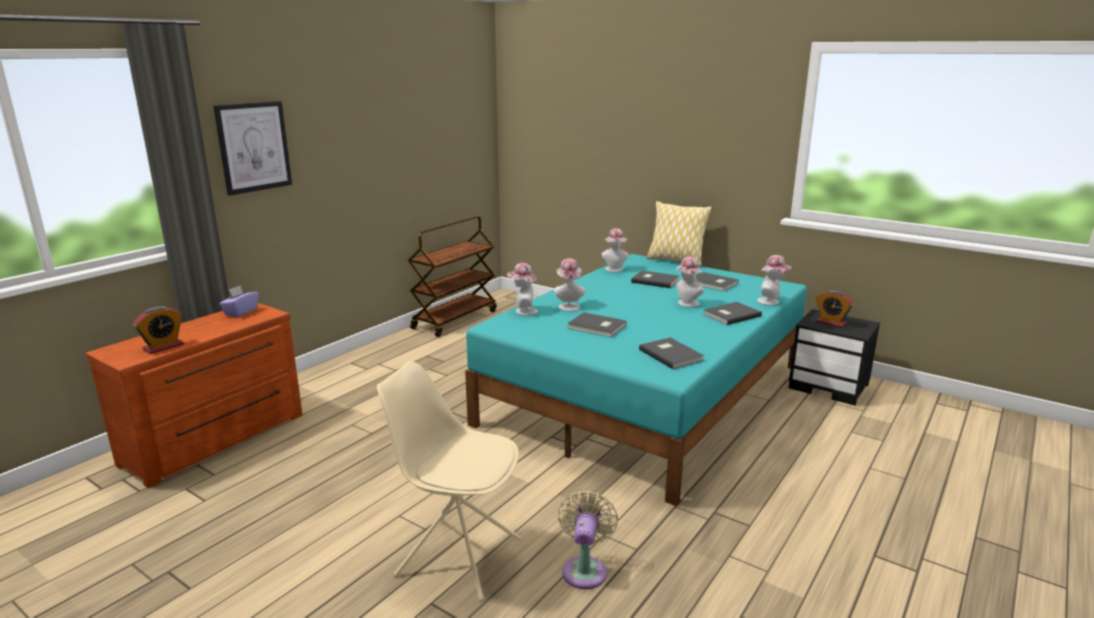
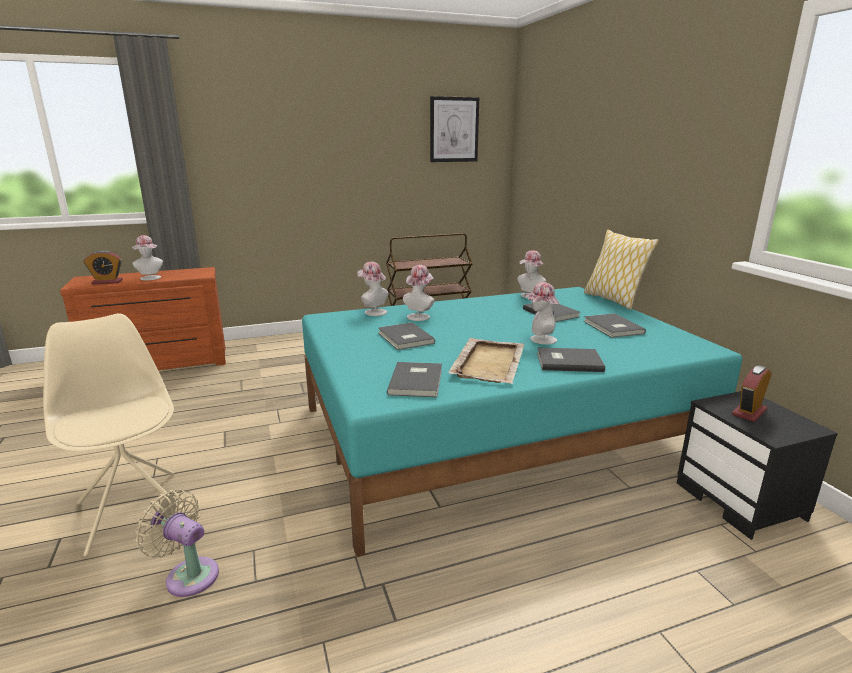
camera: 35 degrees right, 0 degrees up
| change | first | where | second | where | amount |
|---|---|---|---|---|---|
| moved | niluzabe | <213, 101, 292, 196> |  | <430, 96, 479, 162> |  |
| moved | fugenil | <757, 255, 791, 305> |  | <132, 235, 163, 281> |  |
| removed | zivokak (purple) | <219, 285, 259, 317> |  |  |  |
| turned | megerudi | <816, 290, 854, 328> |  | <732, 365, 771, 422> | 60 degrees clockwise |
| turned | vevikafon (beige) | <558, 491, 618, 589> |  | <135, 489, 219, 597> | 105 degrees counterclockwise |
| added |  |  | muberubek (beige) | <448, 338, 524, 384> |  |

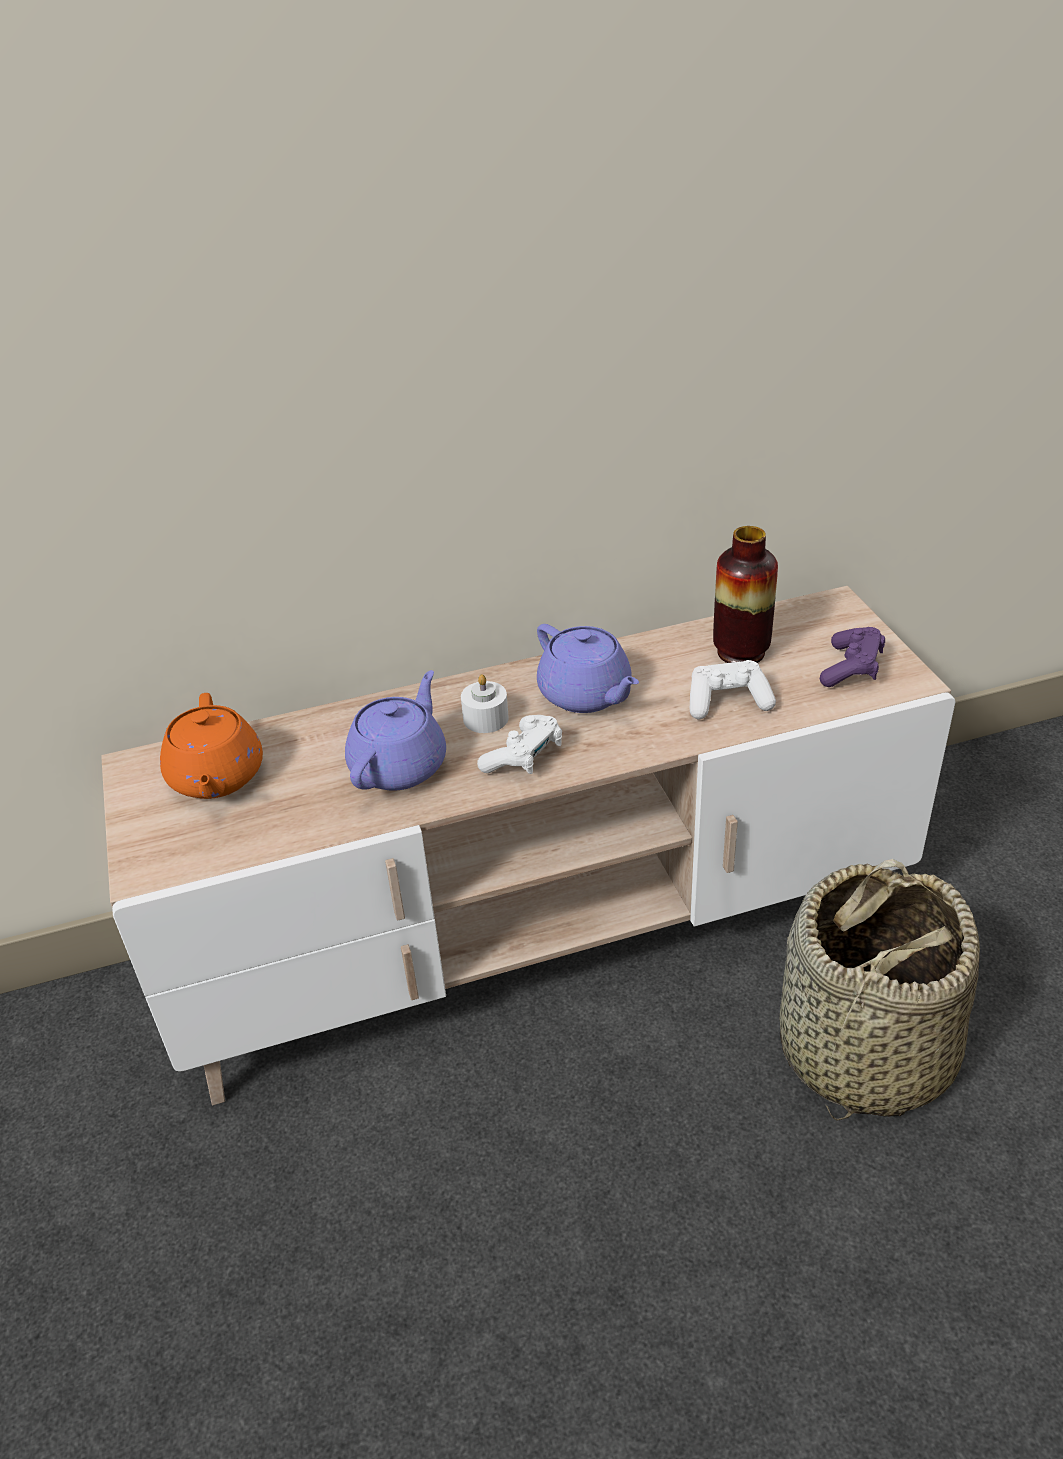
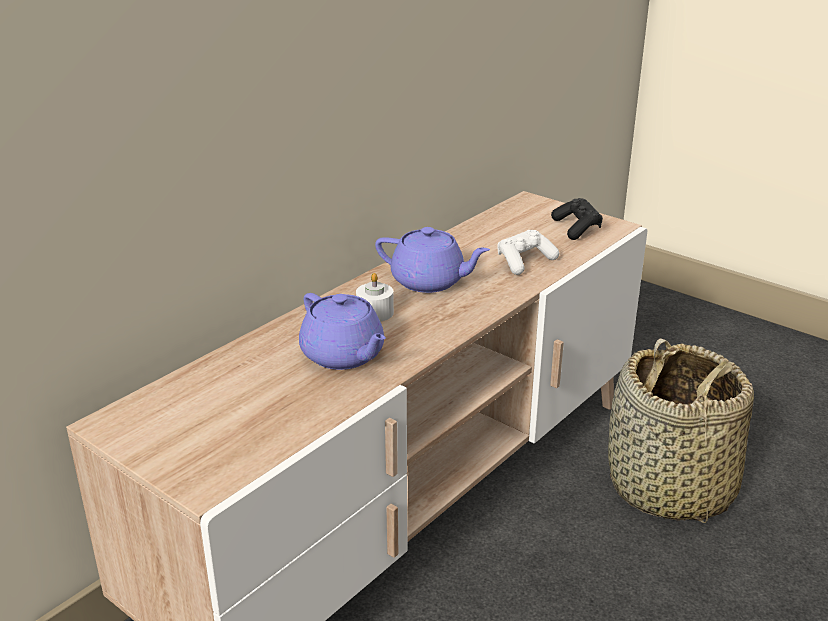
camera: 35 degrees left, 10 degrees down
| change | first | where | second | where | amount |
|---|---|---|---|---|---|
| removed | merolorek | <713, 526, 778, 663> |  |  |  |
| recoloured | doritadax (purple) | <820, 627, 885, 687> | doritadax (black) | <551, 198, 603, 240> |  |
| turned | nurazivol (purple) | <345, 670, 446, 791> |  | <299, 293, 386, 370> | 150 degrees clockwise |
| removed | nurazivol (orange) | <160, 693, 263, 799> |  |  |  |
| removed | doritadax (white) | <477, 715, 562, 774> |  |  |  |

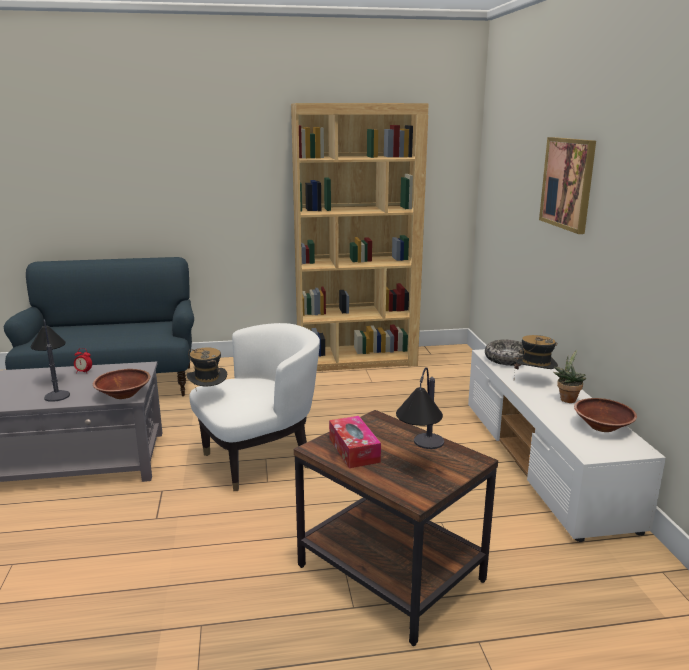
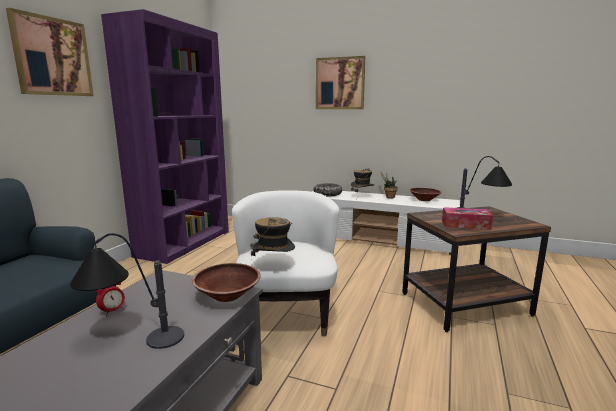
camera: 60 degrees left, 5 degrees down
| change | first | where | second | where | amount |
|---|---|---|---|---|---|
| recoloured | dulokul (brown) | <291, 103, 429, 371> | dulokul (purple) | <101, 9, 229, 264> |  |
| added |  |  | niluzabe | <6, 8, 94, 96> |  |

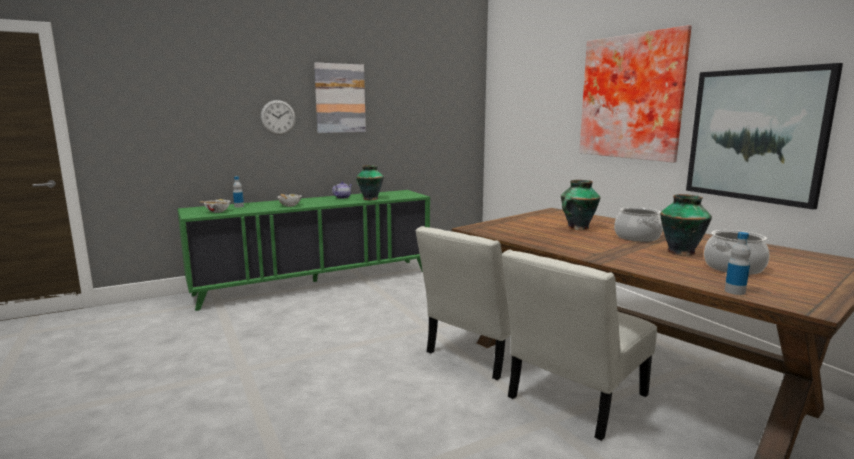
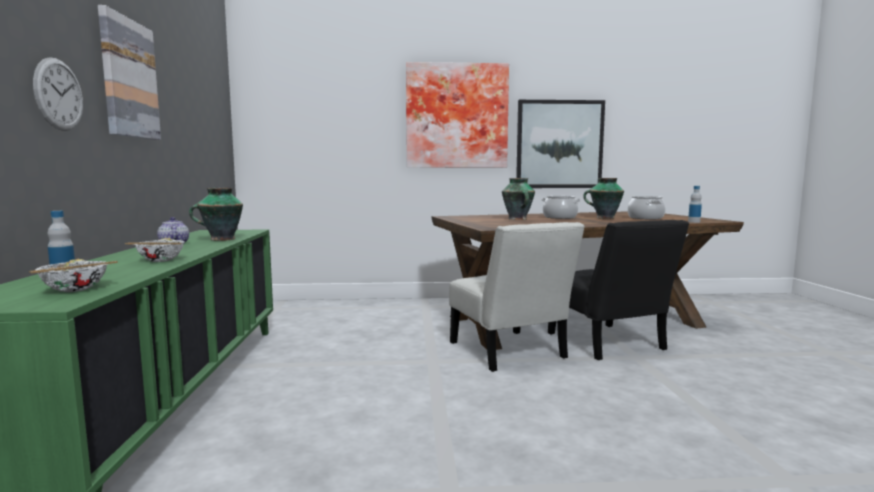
camera: 65 degrees left, 5 degrees down
| change | first | where | second | where | amount |
|---|---|---|---|---|---|
| recoloured | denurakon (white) | <502, 250, 657, 441> | denurakon (black) | <548, 220, 689, 360> |  |

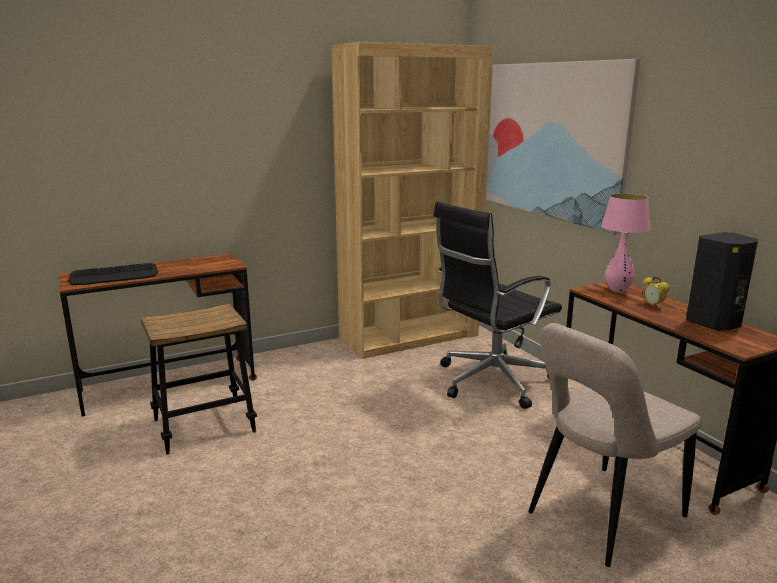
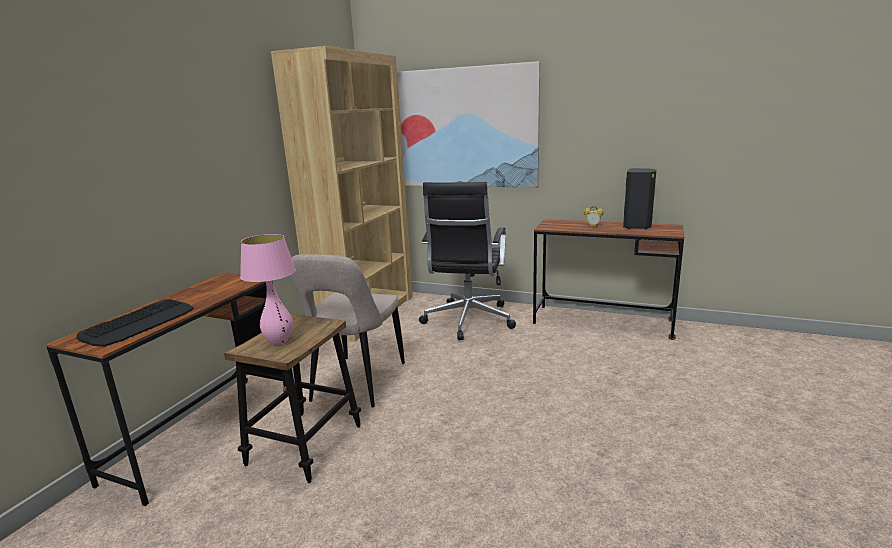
camera: 40 degrees left, 0 degrees up
| change | first | where | second | where | amount |
|---|---|---|---|---|---|
| moved | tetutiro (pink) | <601, 193, 651, 293> |  | <240, 234, 296, 345> |  |
| moved | denurakon (beige) | <528, 323, 701, 567> |  | <290, 254, 405, 407> |  |

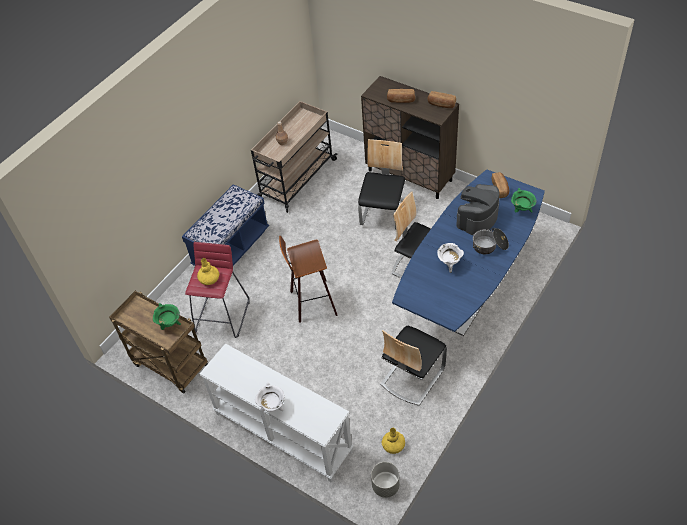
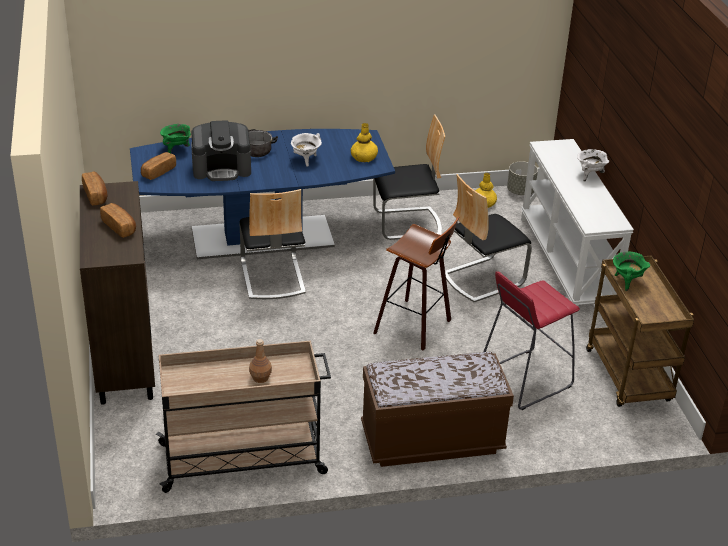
camera: 140 degrees left, 15 degrees down
| change | first | where | second | where | amount |
|---|---|---|---|---|---|
| moved | denurakon | <358, 139, 405, 230> |  | <445, 174, 532, 302> |  |
| recoloured | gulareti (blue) | <182, 184, 269, 266> | gulareti (brown) | <361, 352, 514, 467> |  |
| moved | merolorek (yellow) | <197, 258, 219, 285> |  | <351, 123, 378, 163> |  |

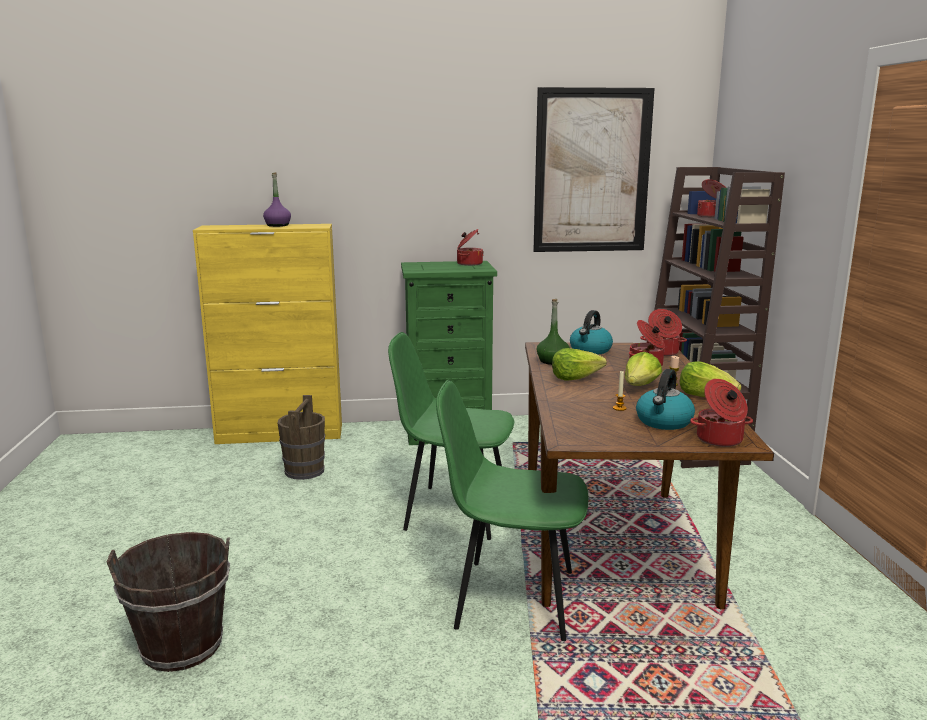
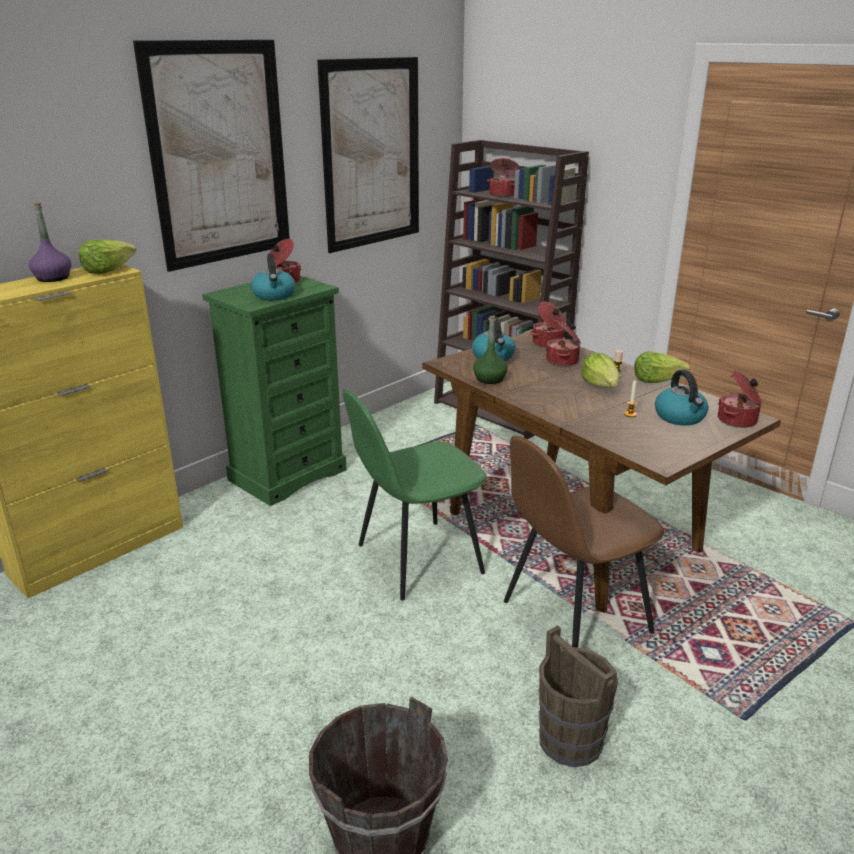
camera: 40 degrees left, 10 degrees up
| change | first | where | second | where | amount |
|---|---|---|---|---|---|
| moved | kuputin | <552, 348, 607, 381> |  | <79, 239, 136, 274> |  |
| recoloured | denurakon (green) | <436, 380, 588, 641> | denurakon (brown) | <504, 436, 665, 648> |  |
| moved | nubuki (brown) | <277, 395, 325, 480> |  | <538, 626, 618, 767> |  |
| added |  |  | niluzabe | <133, 40, 290, 272> |  |
| added |  |  | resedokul | <251, 253, 296, 300> |  |

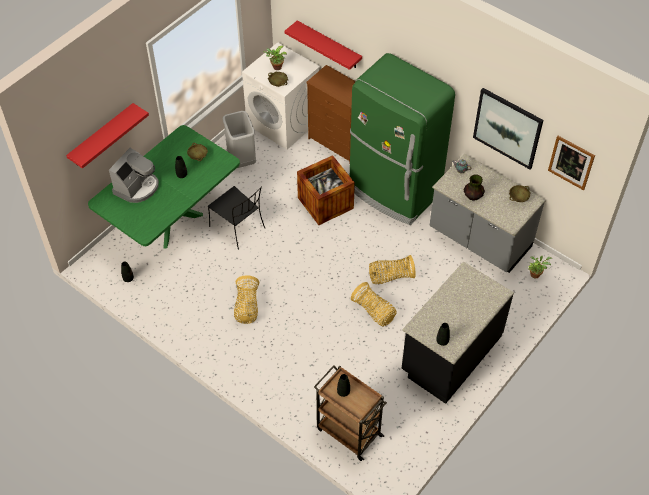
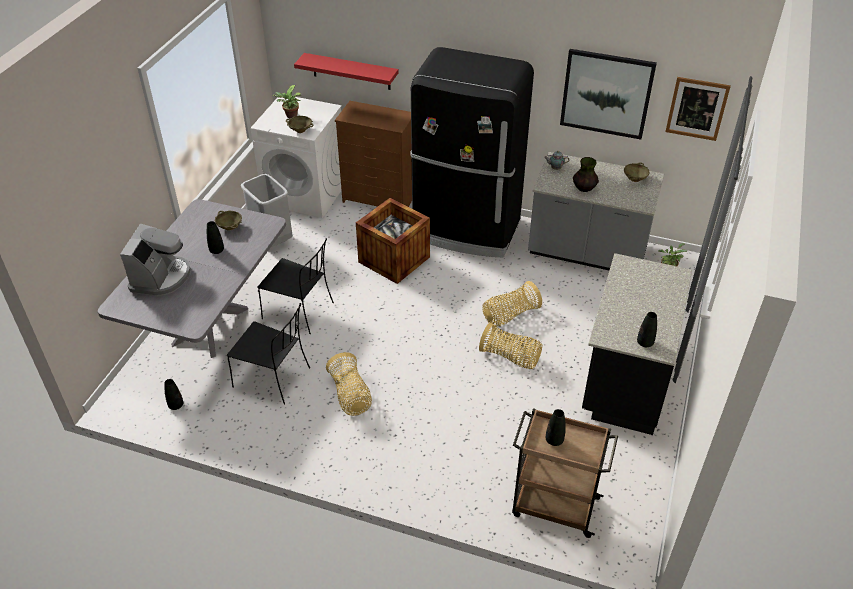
camera: 20 degrees left, 10 degrees down
| change | first | where | second | where | amount |
|---|---|---|---|---|---|
| recoloured | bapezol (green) | <350, 53, 455, 225> | bapezol (black) | <410, 47, 534, 257> |  |
| removed | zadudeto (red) | <66, 103, 149, 169> |  |  |  |
| recoloured | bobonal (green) | <88, 125, 240, 249> | bobonal (grey) | <98, 199, 286, 358> |  |
| added |  |  | denurakon (black) | <227, 303, 310, 405> |  |

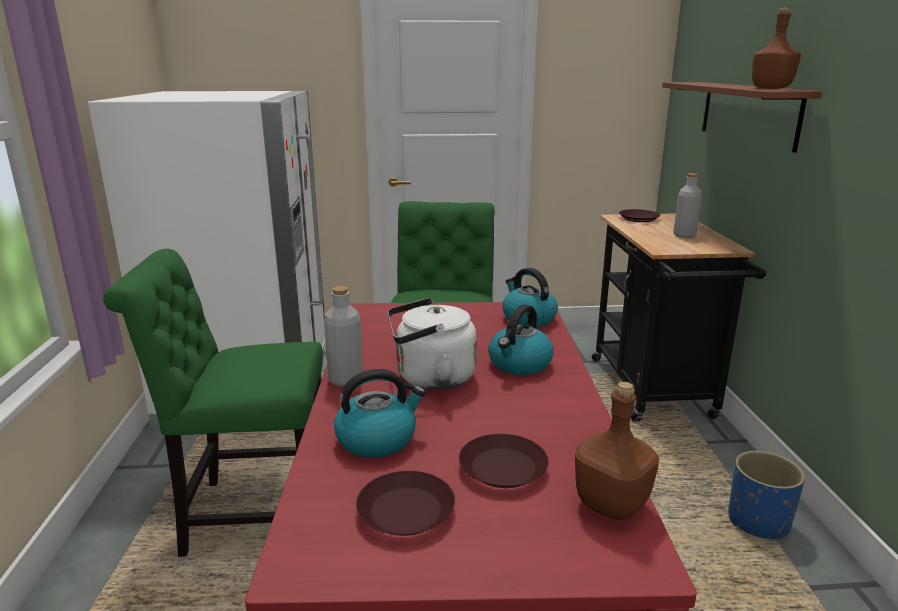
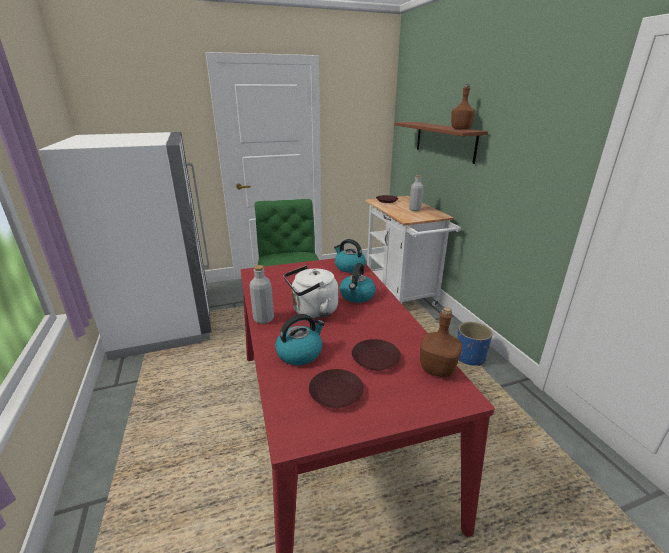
camera: 15 degrees left, 5 degrees up
| change | first | where | second | where | amount |
|---|---|---|---|---|---|
| recoloured | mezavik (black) | <592, 213, 766, 422> | mezavik (white) | <365, 196, 461, 306> |  |
| removed | denurakon (green) | <103, 249, 323, 557> |  |  |  |

